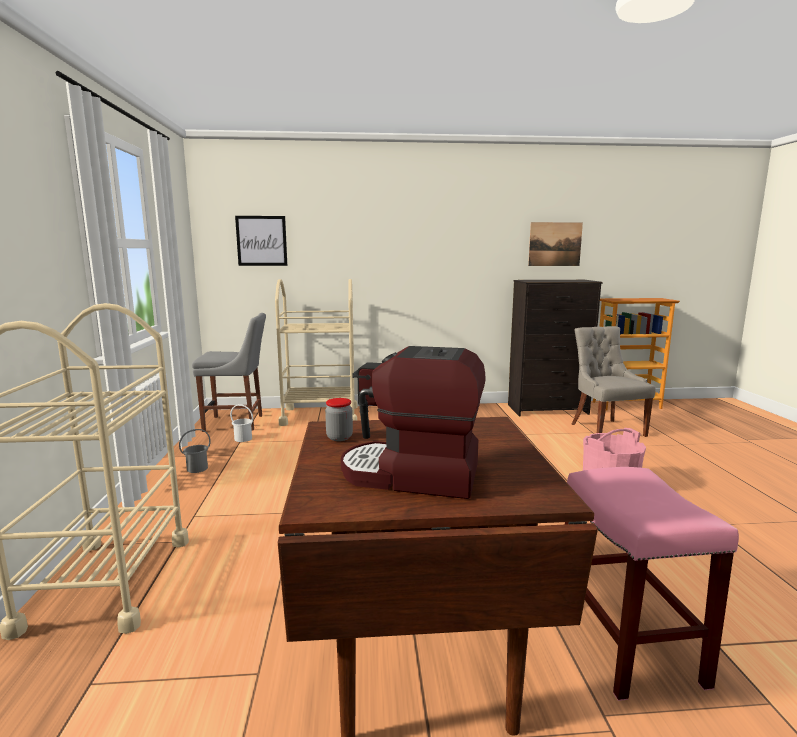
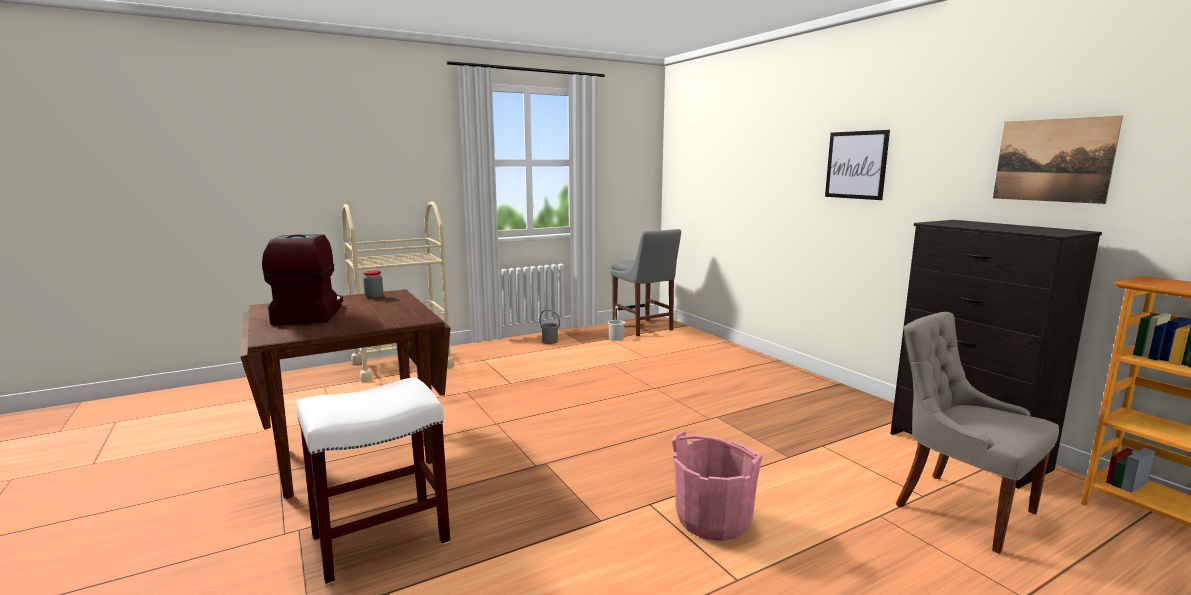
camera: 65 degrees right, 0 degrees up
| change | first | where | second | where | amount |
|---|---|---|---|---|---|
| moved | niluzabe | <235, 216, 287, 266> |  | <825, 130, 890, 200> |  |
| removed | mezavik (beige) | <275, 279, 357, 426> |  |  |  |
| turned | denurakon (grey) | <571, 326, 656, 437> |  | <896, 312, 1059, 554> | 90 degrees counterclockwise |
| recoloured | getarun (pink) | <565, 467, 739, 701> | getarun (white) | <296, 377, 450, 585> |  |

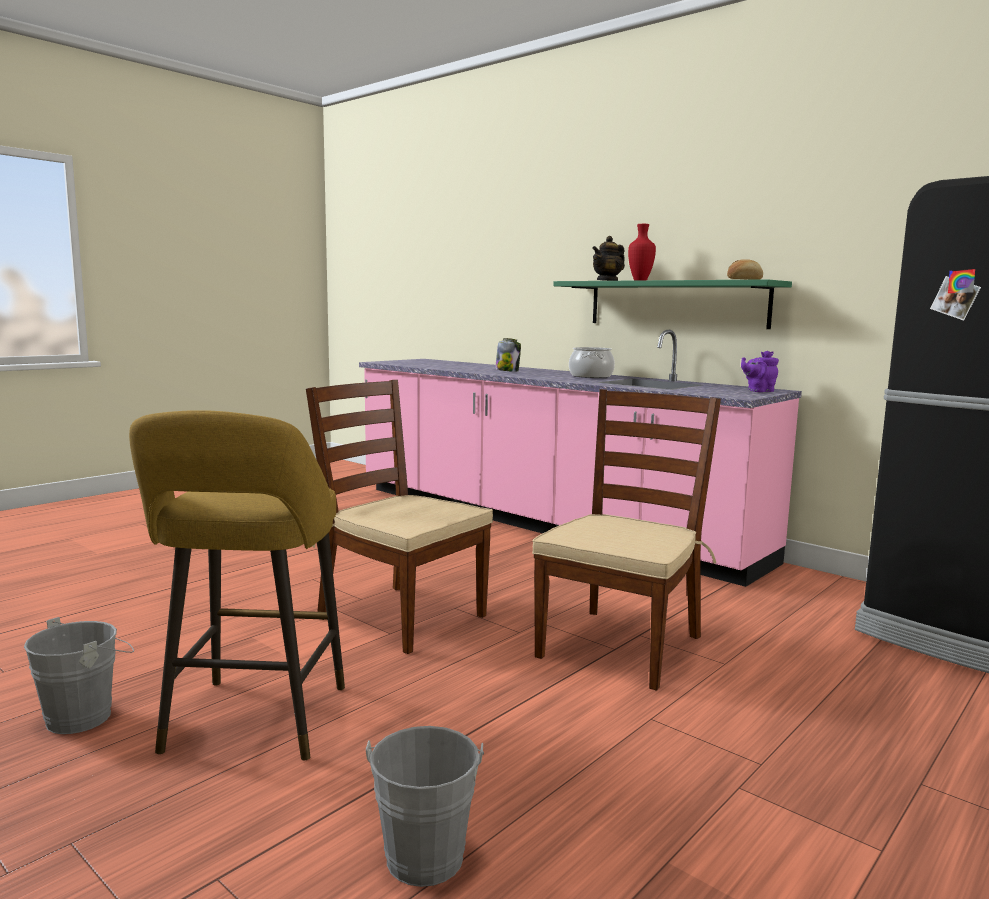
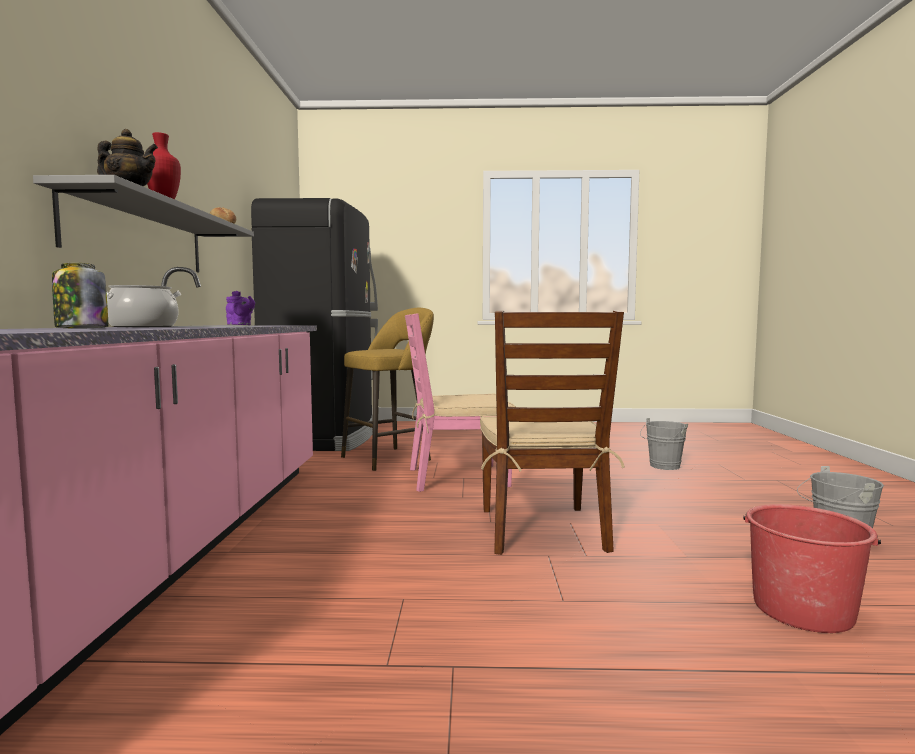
camera: 130 degrees left, 5 degrees down
| change | first | where | second | where | amount |
|---|---|---|---|---|---|
| recoloured | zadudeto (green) | <553, 279, 792, 329> | zadudeto (grey) | <33, 175, 254, 272> |  |
| recoloured | denurakon (brown) | <532, 389, 721, 691> | denurakon (pink) | <405, 314, 516, 492> |  |
| moved | getarun (yellow) | <129, 410, 345, 760> |  | <341, 308, 434, 471> |  |
| added |  |  | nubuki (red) | <743, 504, 881, 633> |  |

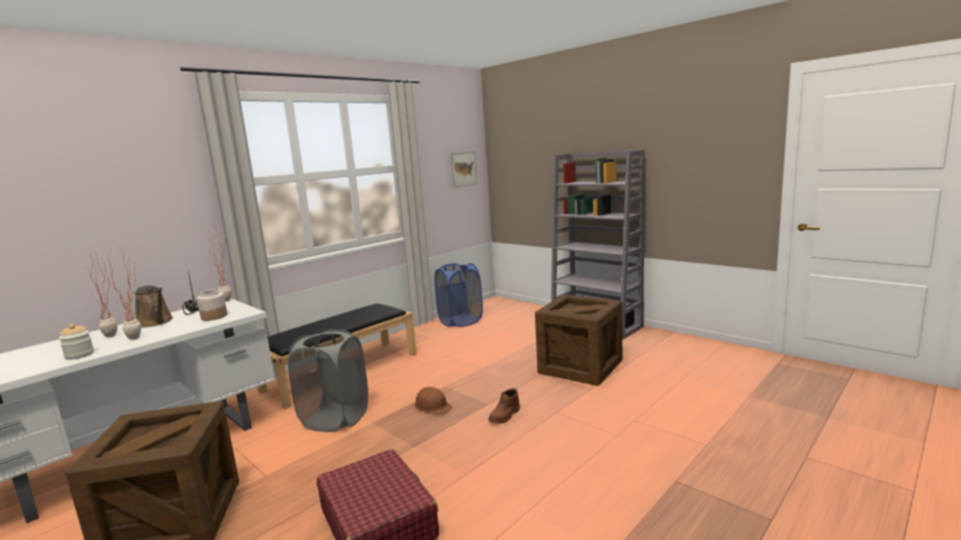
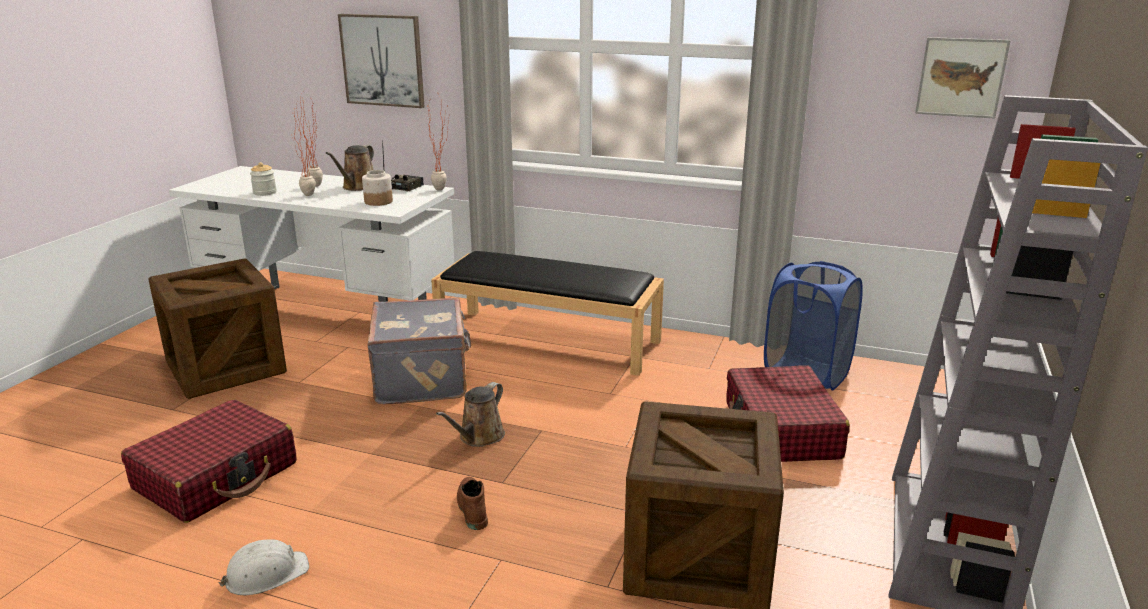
camera: 65 degrees right, 10 degrees up
| change | first | where | second | where | amount |
|---|---|---|---|---|---|
| replaced | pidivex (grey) | <288, 329, 368, 432> | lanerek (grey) | <367, 297, 471, 404> |  |
| replaced | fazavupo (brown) | <415, 387, 453, 415> | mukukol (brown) | <436, 382, 505, 447> |  |
| turned | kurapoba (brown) | <488, 388, 520, 423> |  | <457, 477, 488, 530> | 60 degrees clockwise |
| added |  |  | niluzabe | <338, 14, 424, 108> |  |
| added |  |  | lanerek (red) | <726, 365, 850, 462> |  |
| added |  |  | fazavupo (white) | <219, 539, 309, 595> |  |

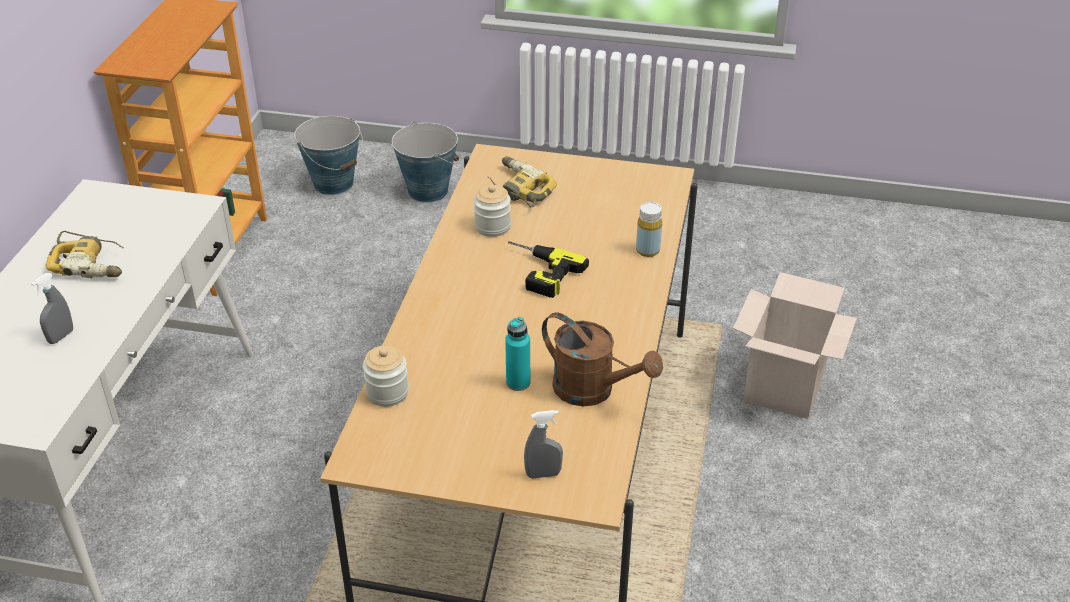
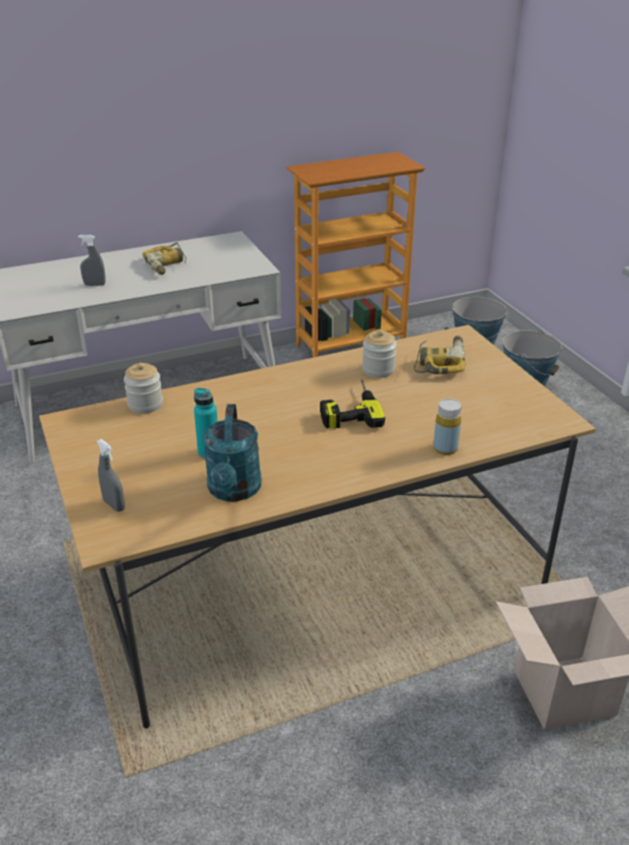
camera: 55 degrees right, 5 degrees down
| change | first | where | second | where | amount |
|---|---|---|---|---|---|
| recoloured | mukukol (brown) | <542, 313, 663, 407> | mukukol (turquoise) | <203, 404, 262, 502> |  |

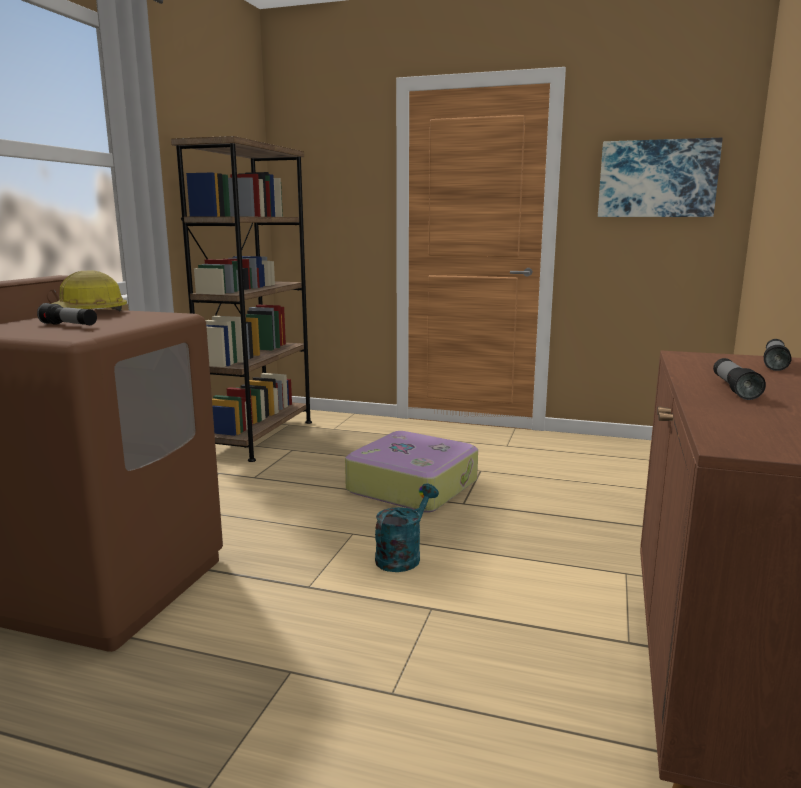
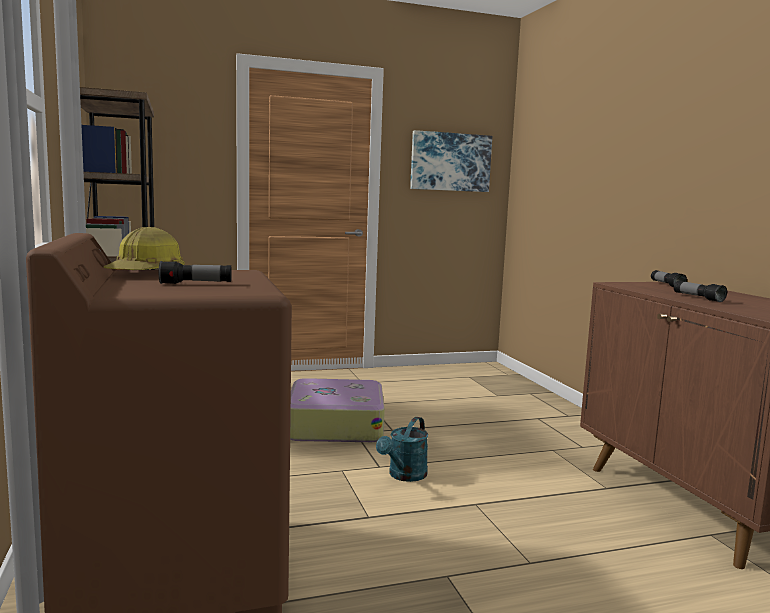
camera: 35 degrees left, 5 degrees down
| change | first | where | second | where | amount |
|---|---|---|---|---|---|
| turned | mukukol (turquoise) | <375, 483, 439, 572> |  | <376, 417, 428, 482> | 150 degrees counterclockwise |

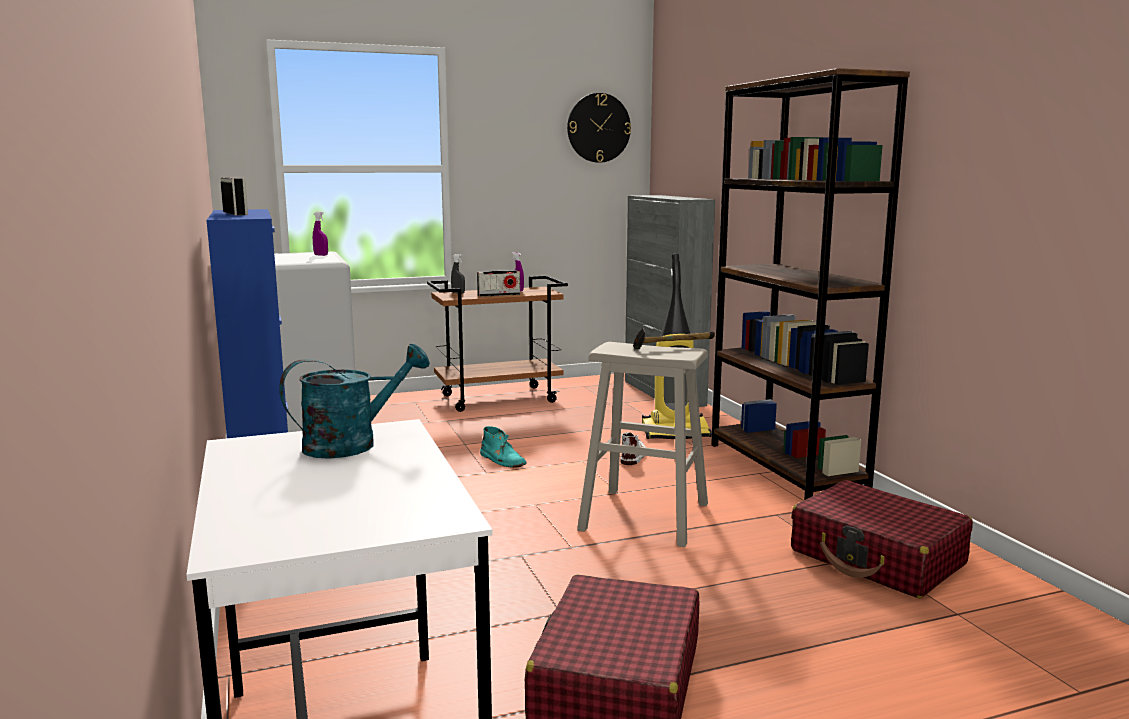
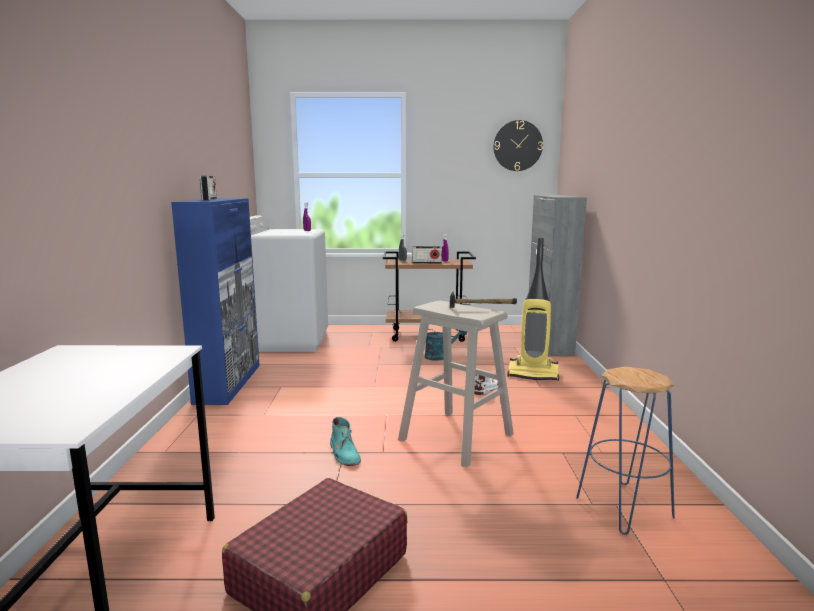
camera: 20 degrees right, 0 degrees up
| change | first | where | second | where | amount |
|---|---|---|---|---|---|
| removed | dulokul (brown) | <711, 68, 910, 500> |  |  |  |
| moved | mukukol (turquoise) | <279, 344, 430, 459> |  | <425, 329, 467, 361> |  |
| moved | kurapoba (turquoise) | <480, 426, 527, 468> |  | <330, 417, 361, 466> |  |
| replaced | lanerek (red) | <791, 480, 973, 598> | getarun (blue) | <576, 366, 675, 535> |  |

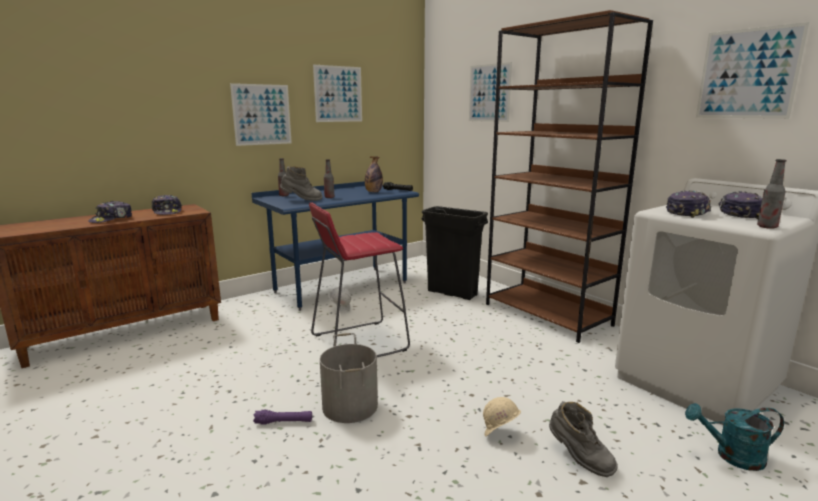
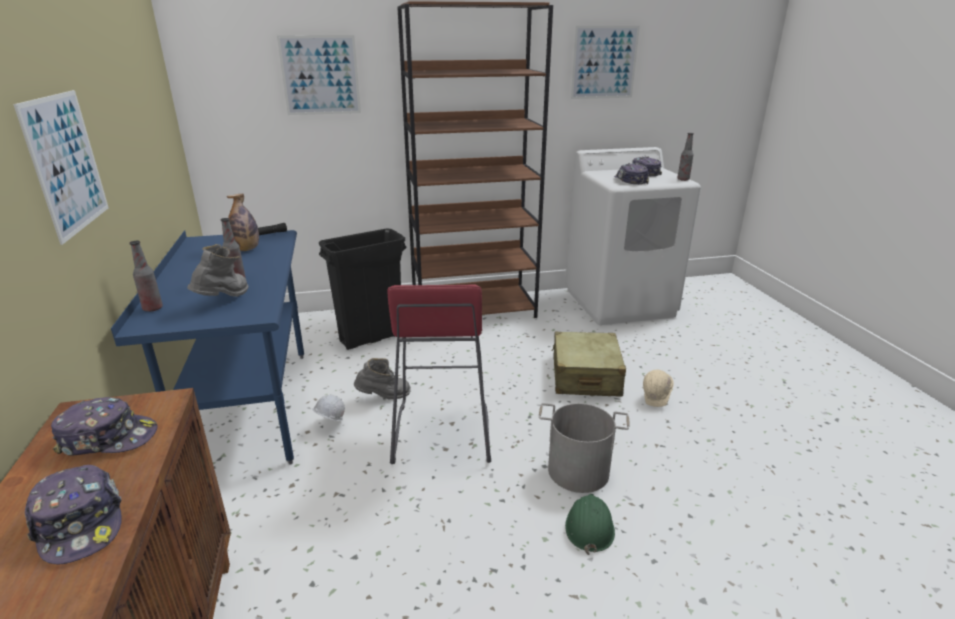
camera: 65 degrees left, 10 degrees up
| change | first | where | second | where | amount |
|---|---|---|---|---|---|
| removed | niluzabe | <313, 65, 362, 122> |  |  |  |
| moved | kurapoba (grey) | <549, 401, 618, 477> |  | <354, 358, 411, 399> |  |
| removed | mukukol (turquoise) | <685, 403, 784, 471> |  |  |  |
| replaced | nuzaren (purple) | <253, 410, 312, 425> | fazavupo (green) | <565, 494, 615, 555> |  |
| added |  |  | lanerek (beige) | <552, 332, 626, 396> |  |

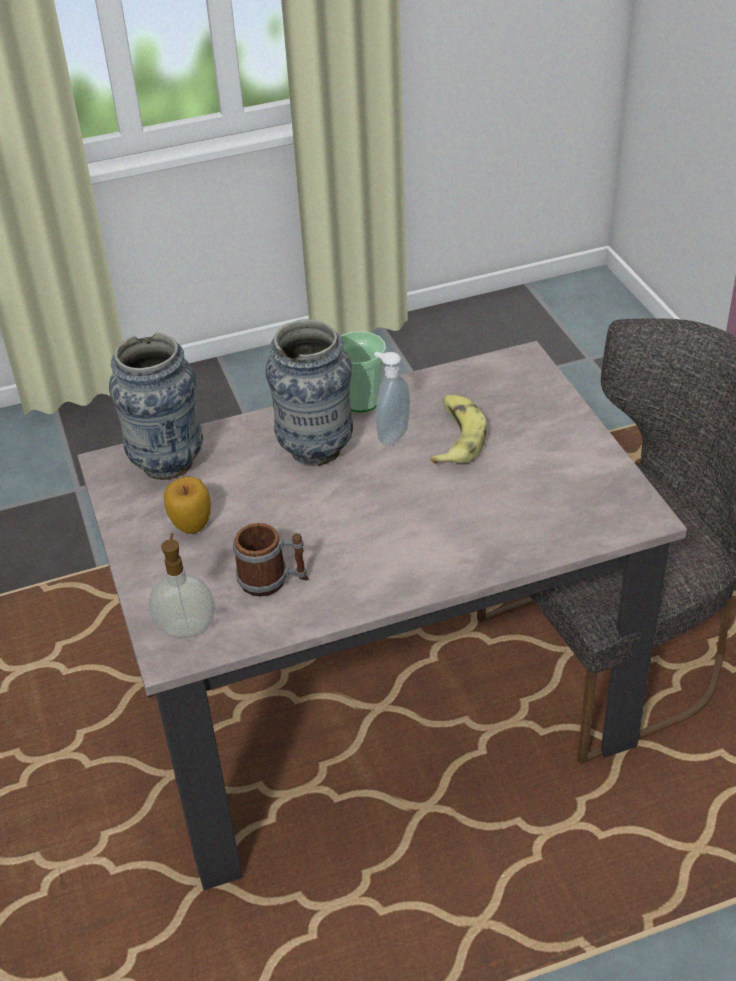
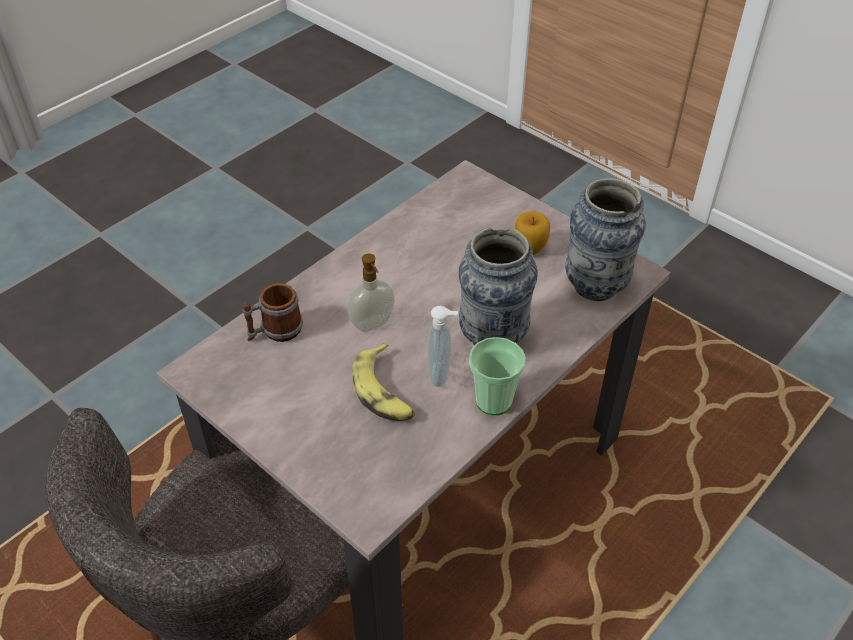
camera: 150 degrees right, 5 degrees up
| change | first | where | second | where | amount |
|---|---|---|---|---|---|
| moved | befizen | <233, 523, 309, 597> |  | <243, 283, 303, 342> |  |
| moved | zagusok | <149, 533, 215, 637> |  | <348, 253, 395, 332> |  |

